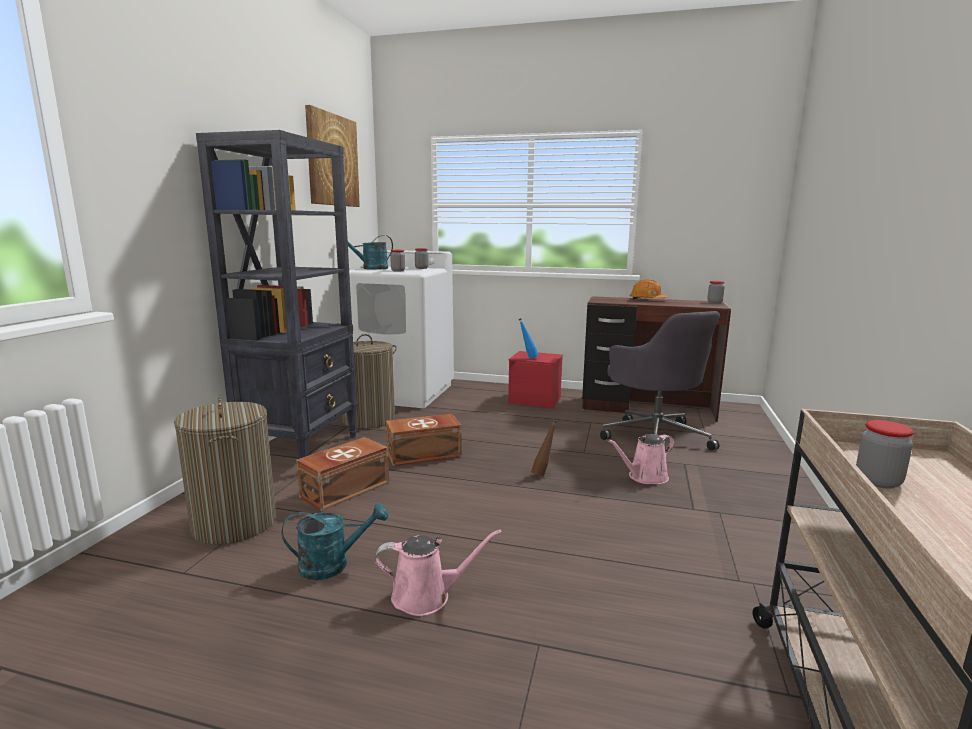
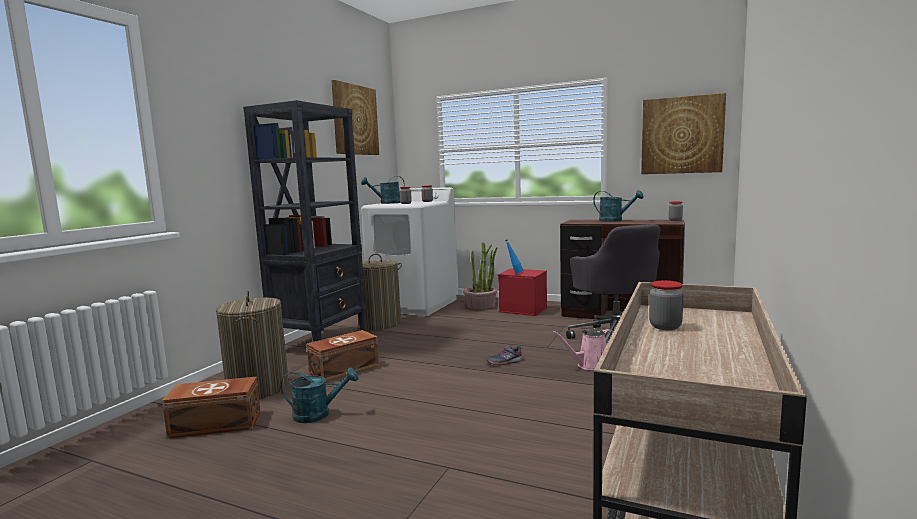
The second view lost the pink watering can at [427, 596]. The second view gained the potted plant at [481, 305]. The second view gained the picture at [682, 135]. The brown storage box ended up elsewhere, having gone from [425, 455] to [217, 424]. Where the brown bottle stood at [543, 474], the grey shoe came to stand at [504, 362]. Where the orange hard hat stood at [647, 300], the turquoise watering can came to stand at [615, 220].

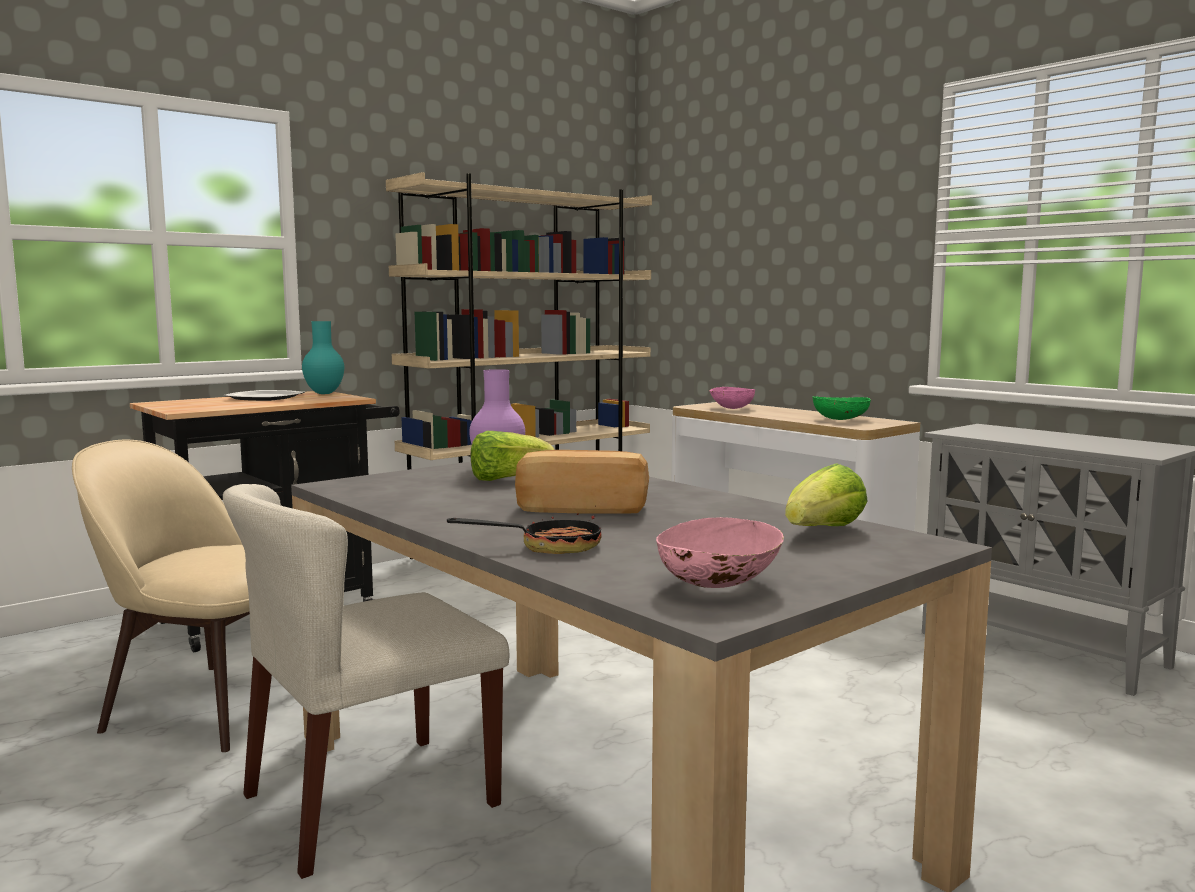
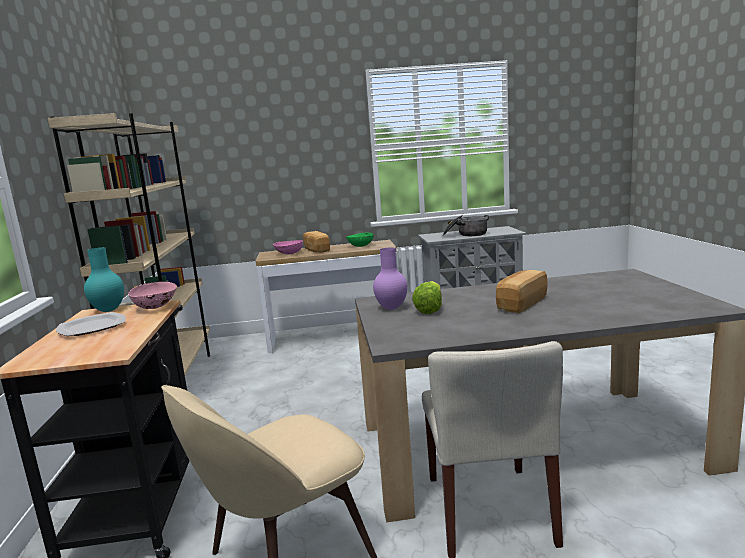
The second view lost the frying pan at [548, 547]. The second view lost the lettuce at [824, 531]. The second view gained the bread at [316, 250]. The second view gained the cooking pot at [465, 234]. The pink bowl ended up elsewhere, having gone from [718, 585] to [156, 307].

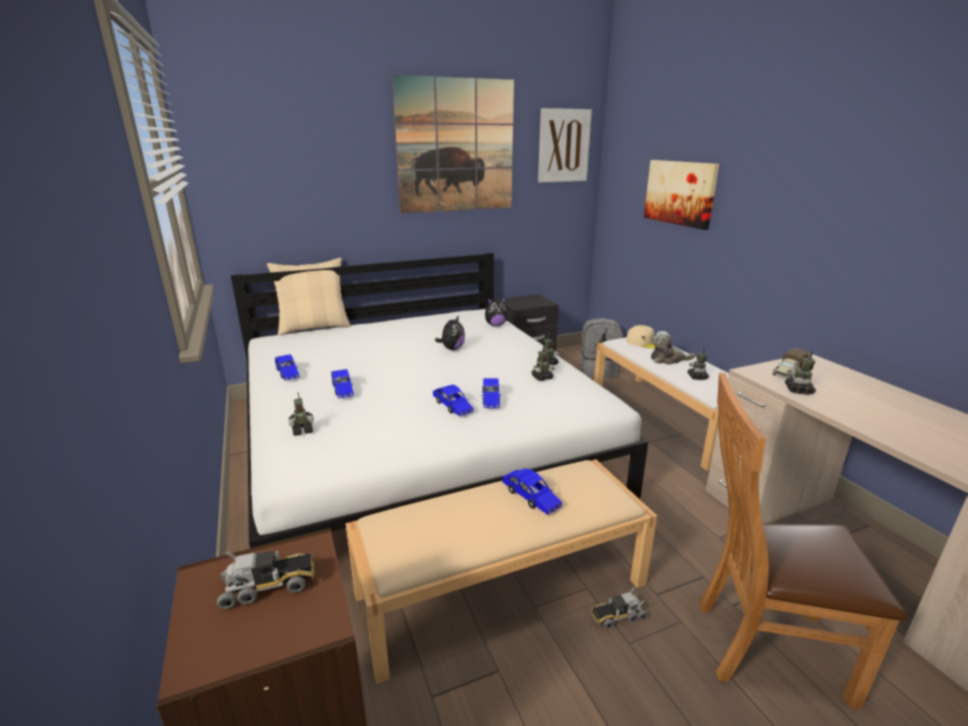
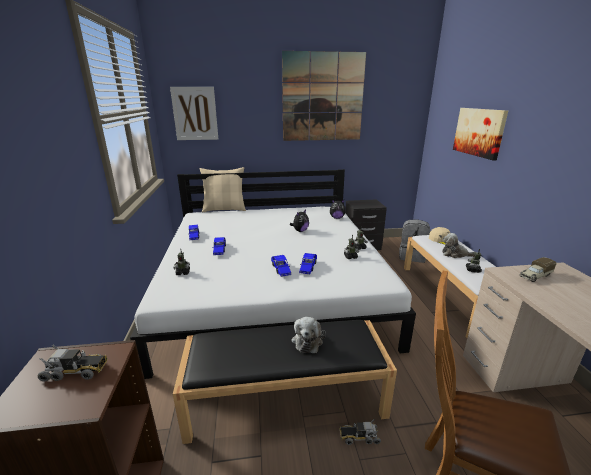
The second view lost the toy robot at [798, 390]. The picture ended up elsewhere, having gone from [564, 146] to [195, 114]. Where the blue toy car stood at [531, 497], the plush toy came to stand at [307, 340]. What was the beige bench at [502, 587] turned into the black bench at [286, 397].

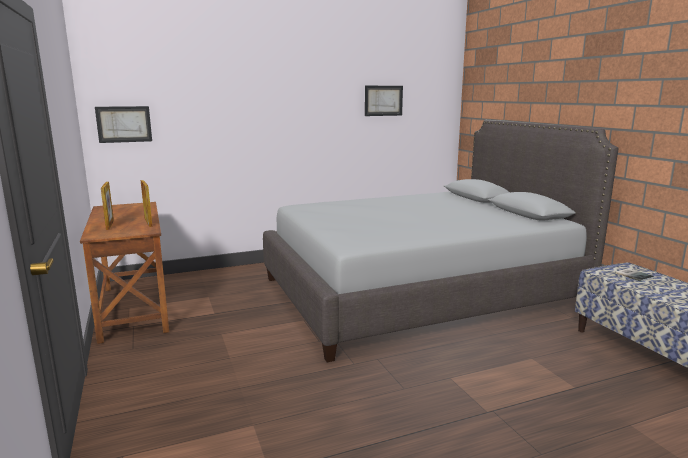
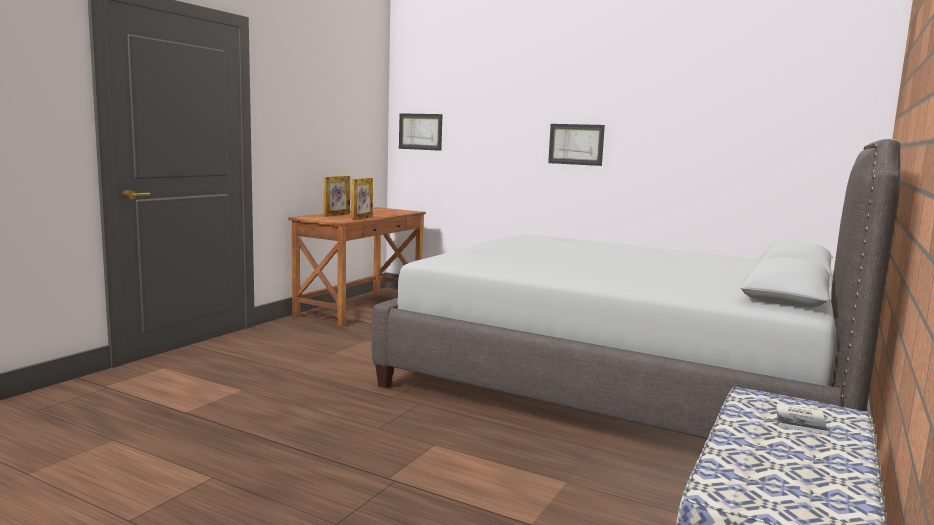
The picture ended up elsewhere, having gone from [383, 100] to [576, 144].

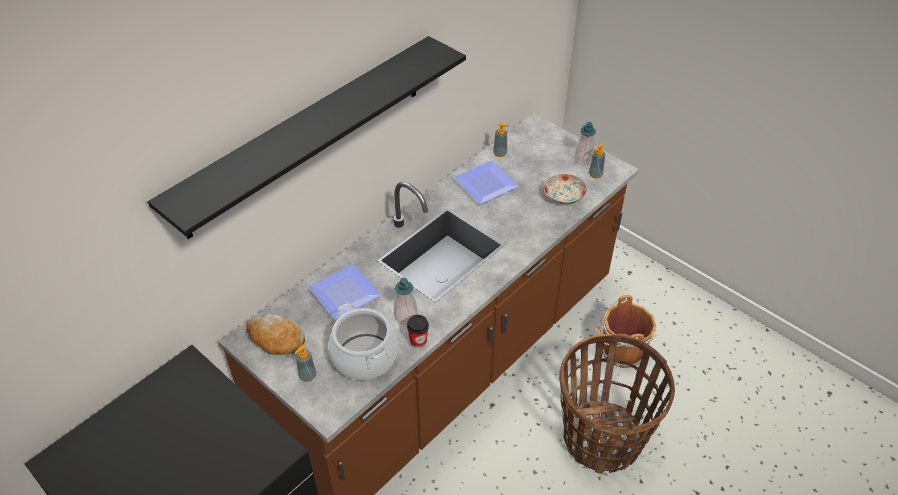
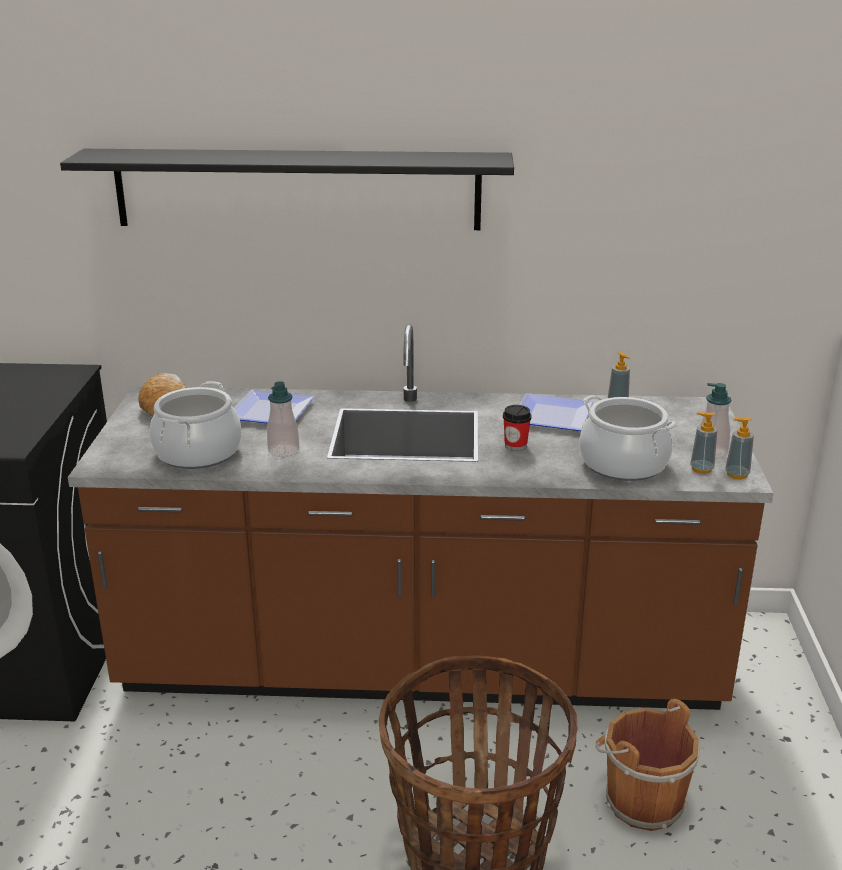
The soap dispenser ended up elsewhere, having gone from [307, 375] to [736, 474]. The cup ended up elsewhere, having gone from [418, 341] to [515, 446]. Where the plate stood at [564, 196], the cooking pot came to stand at [623, 464].

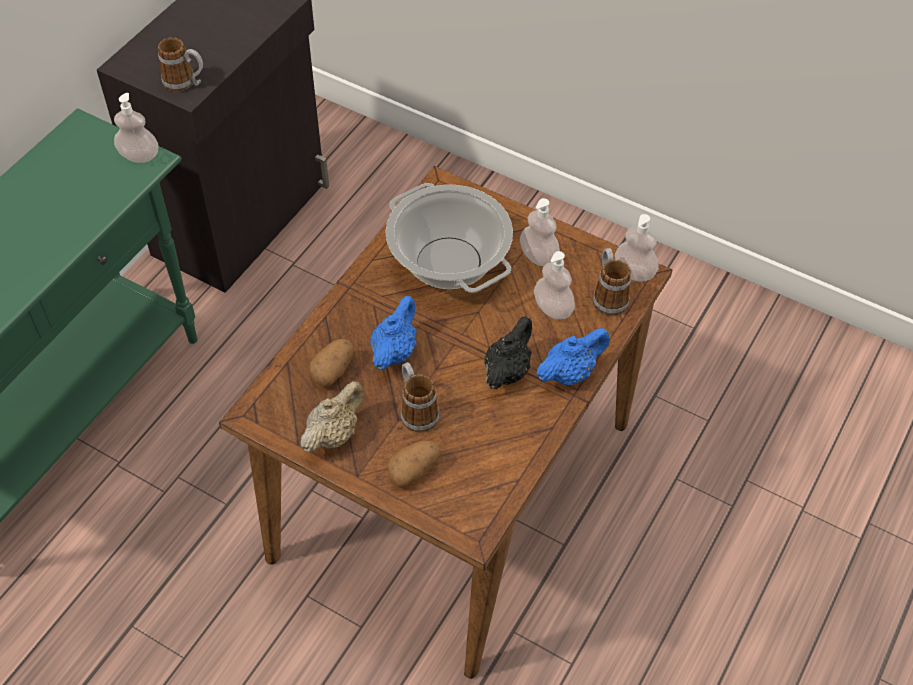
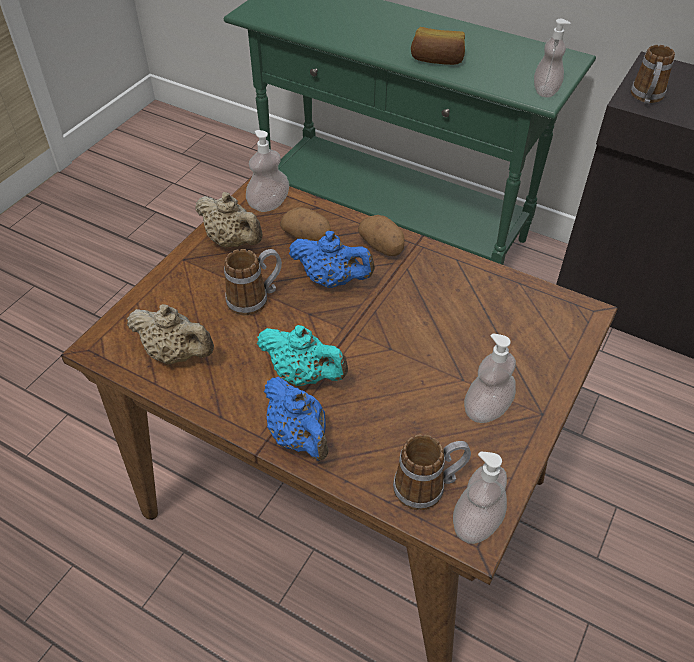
The second view lost the cooking pot at [449, 263]. The second view gained the beige teapot at [176, 354]. The second view gained the bread at [437, 60]. The potato ended up elsewhere, having gone from [414, 470] to [383, 247]. The soap dispenser ended up elsewhere, having gone from [553, 308] to [269, 204]. What was the black teapot at [507, 371] turned into the turquoise teapot at [304, 375].

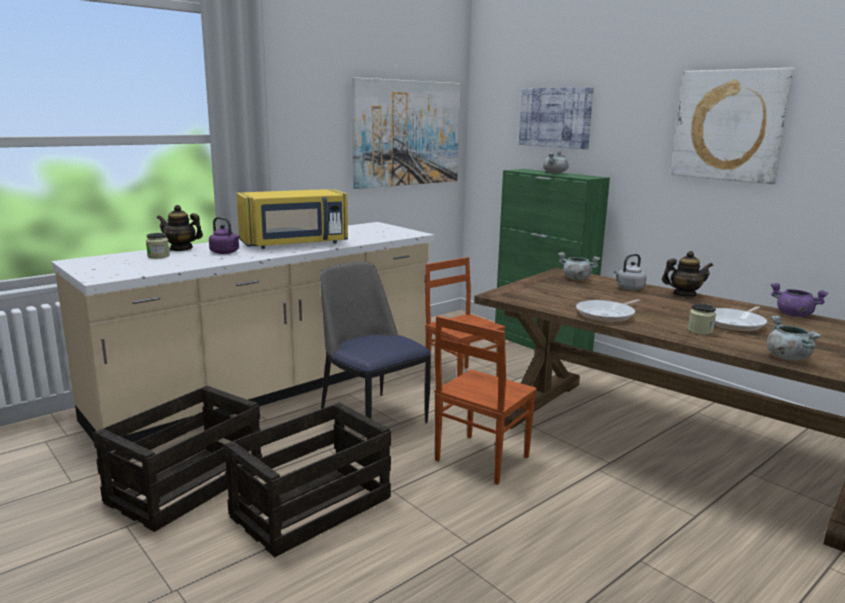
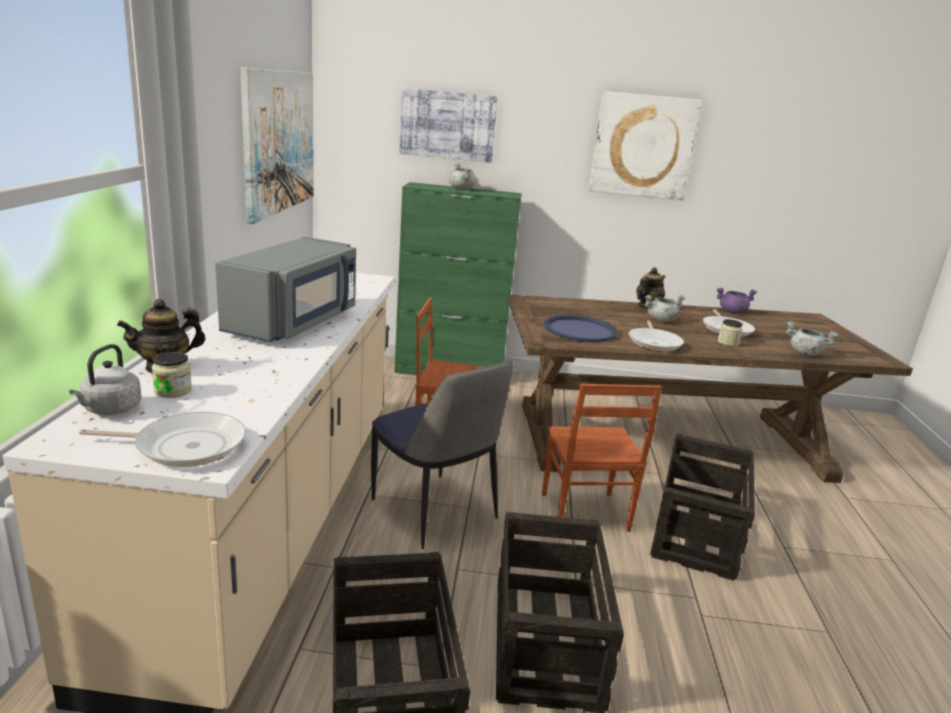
The second view lost the purple kettle at [226, 252]. The second view gained the frying pan at [185, 446]. The second view gained the blue tray at [580, 330]. The second view gained the crate at [696, 533]. The grey cooking pot ended up elsewhere, having gone from [576, 278] to [661, 320]. The grey kettle ended up elsewhere, having gone from [629, 288] to [110, 410]. What was the yellow microwave at [295, 244] turned into the grey microwave at [295, 322]. The chair at [372, 417] ended up facing another way, 135 degrees counterclockwise from before.

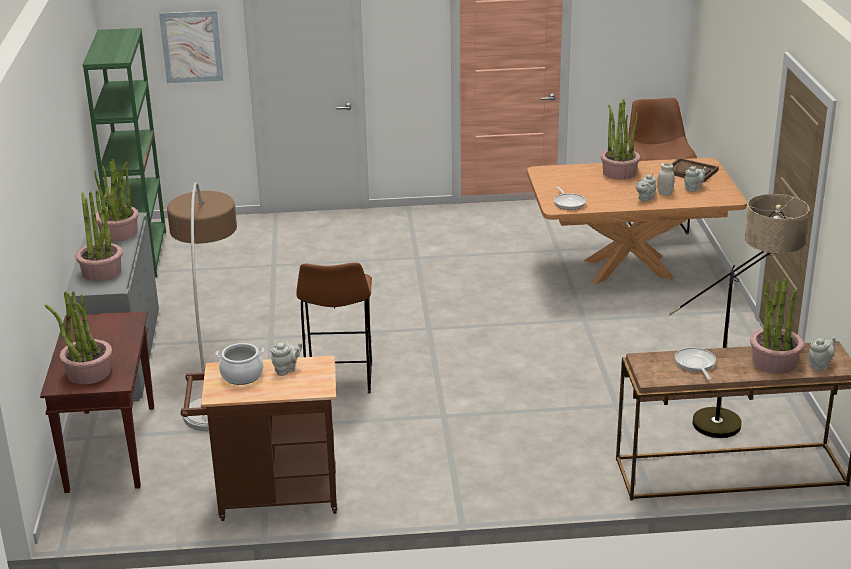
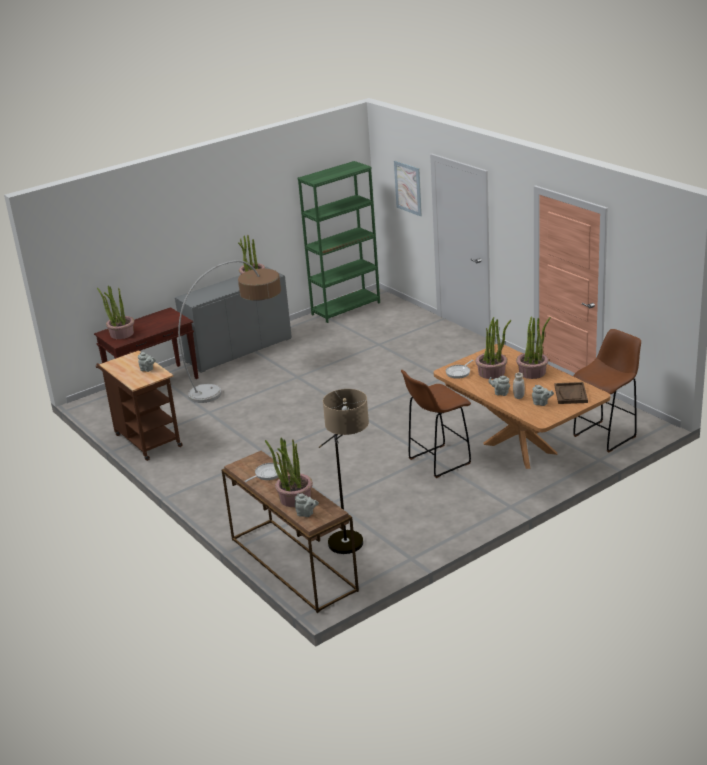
The second view lost the cooking pot at [242, 376]. The potted plant ended up elsewhere, having gone from [102, 272] to [491, 372]. The brown stool ended up elsewhere, having gone from [339, 379] to [437, 462].

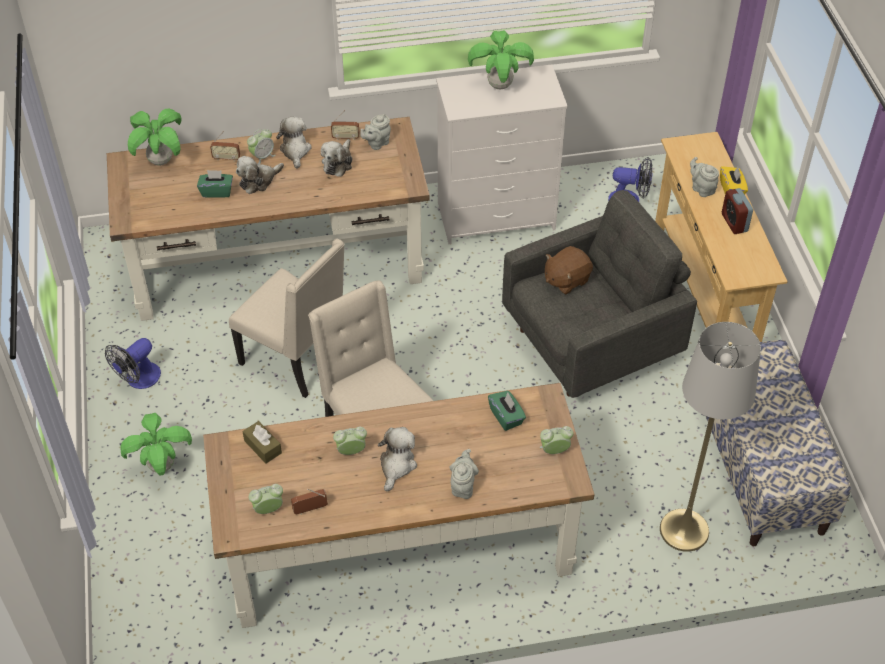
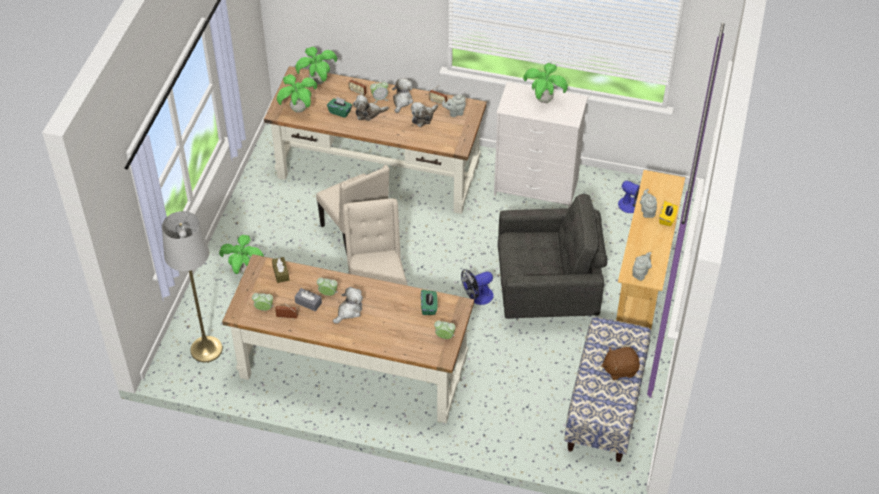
The second view lost the alarm clock at [734, 223]. The second view gained the potted plant at [299, 109]. The second view gained the grey tissue box at [308, 303]. The fan ended up elsewhere, having gone from [138, 379] to [477, 297]. The grey teapot ended up elsewhere, having gone from [463, 486] to [640, 273]. The brown plush toy ended up elsewhere, having gone from [566, 280] to [620, 369]. The grey floor lamp ended up elsewhere, having gone from [684, 530] to [206, 349].

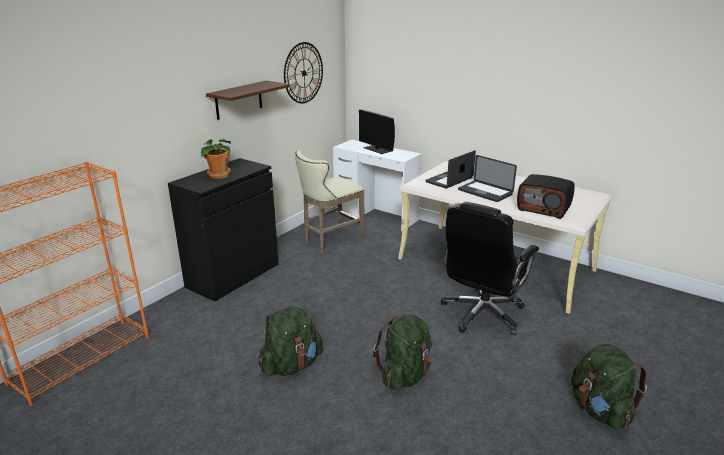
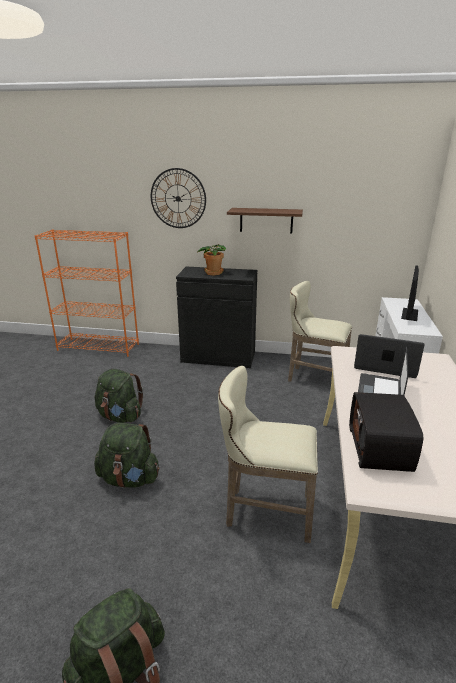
The wall clock ended up elsewhere, having gone from [303, 73] to [178, 198]. Where the black office chair stood at [482, 314], the beige stool came to stand at [264, 511].

